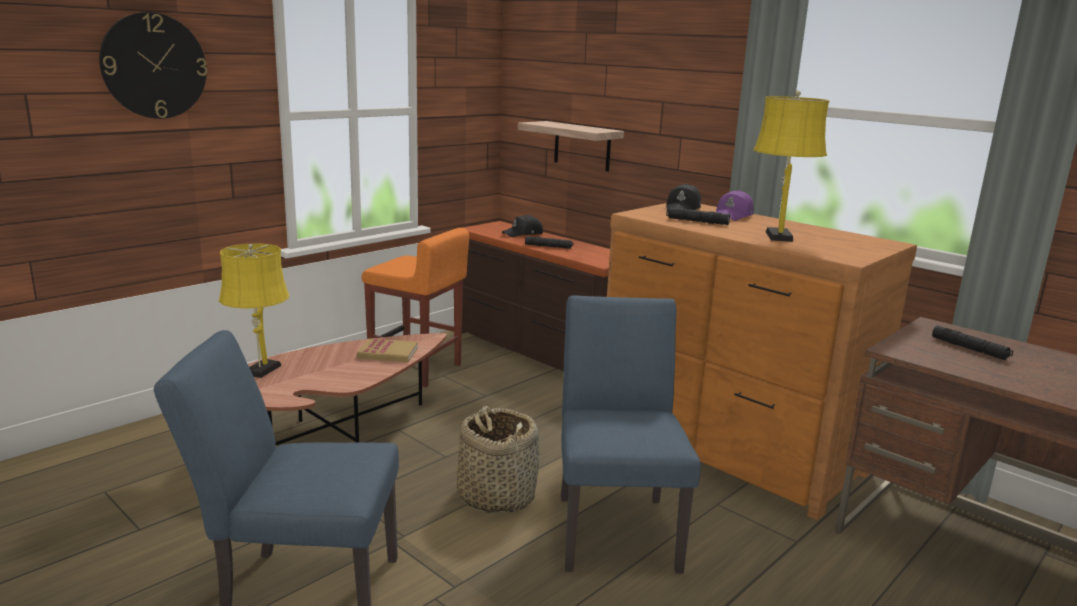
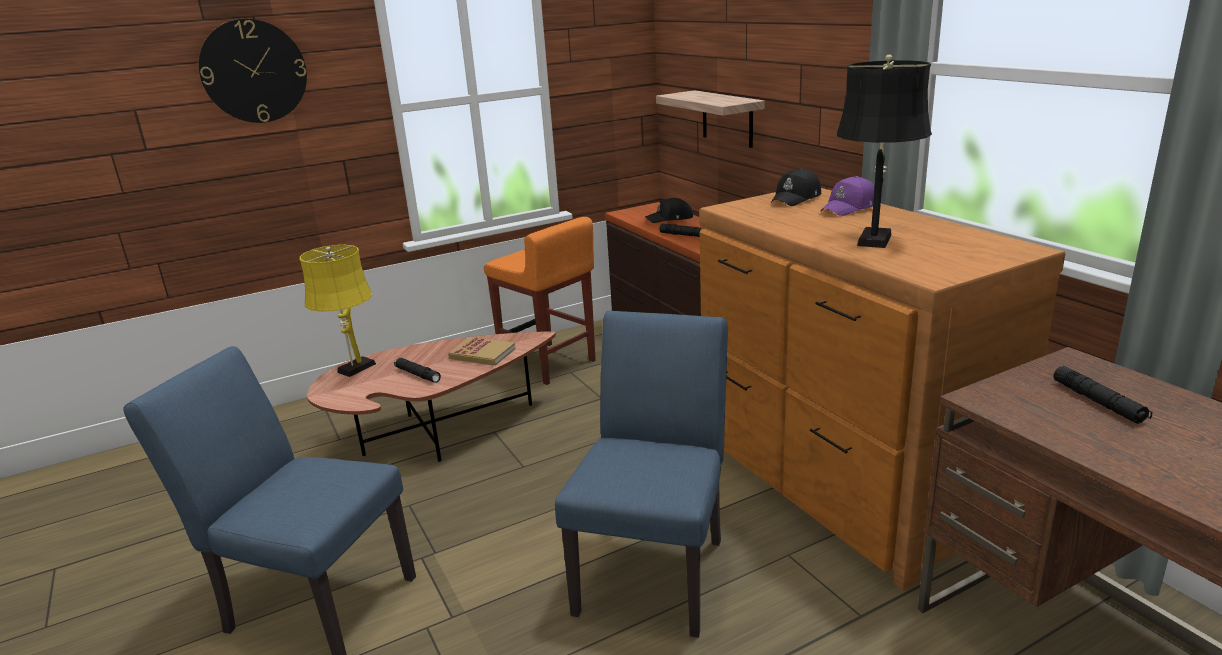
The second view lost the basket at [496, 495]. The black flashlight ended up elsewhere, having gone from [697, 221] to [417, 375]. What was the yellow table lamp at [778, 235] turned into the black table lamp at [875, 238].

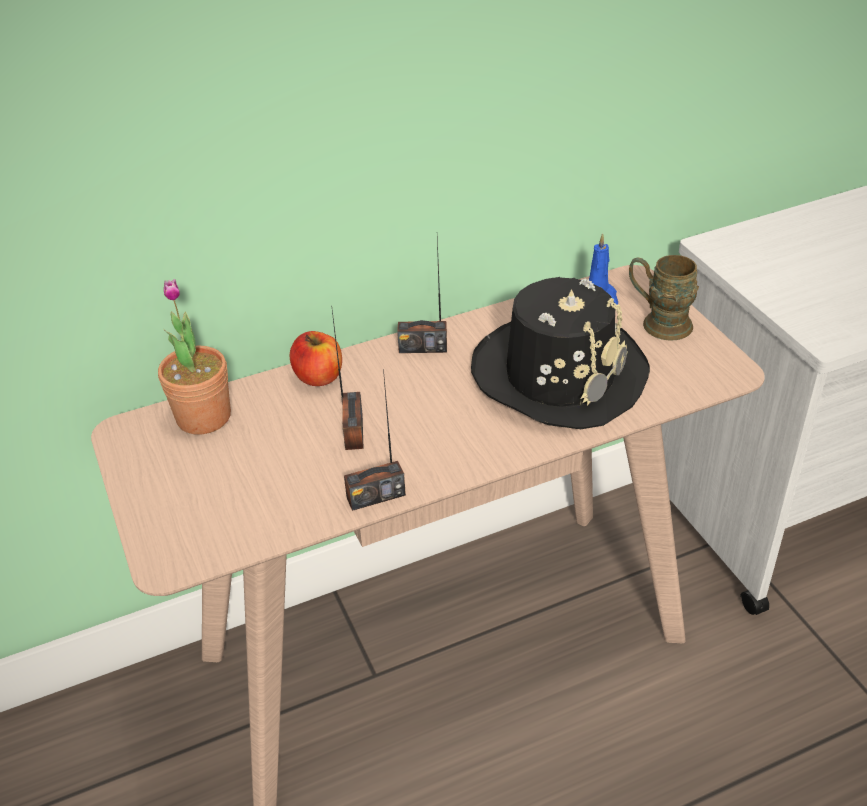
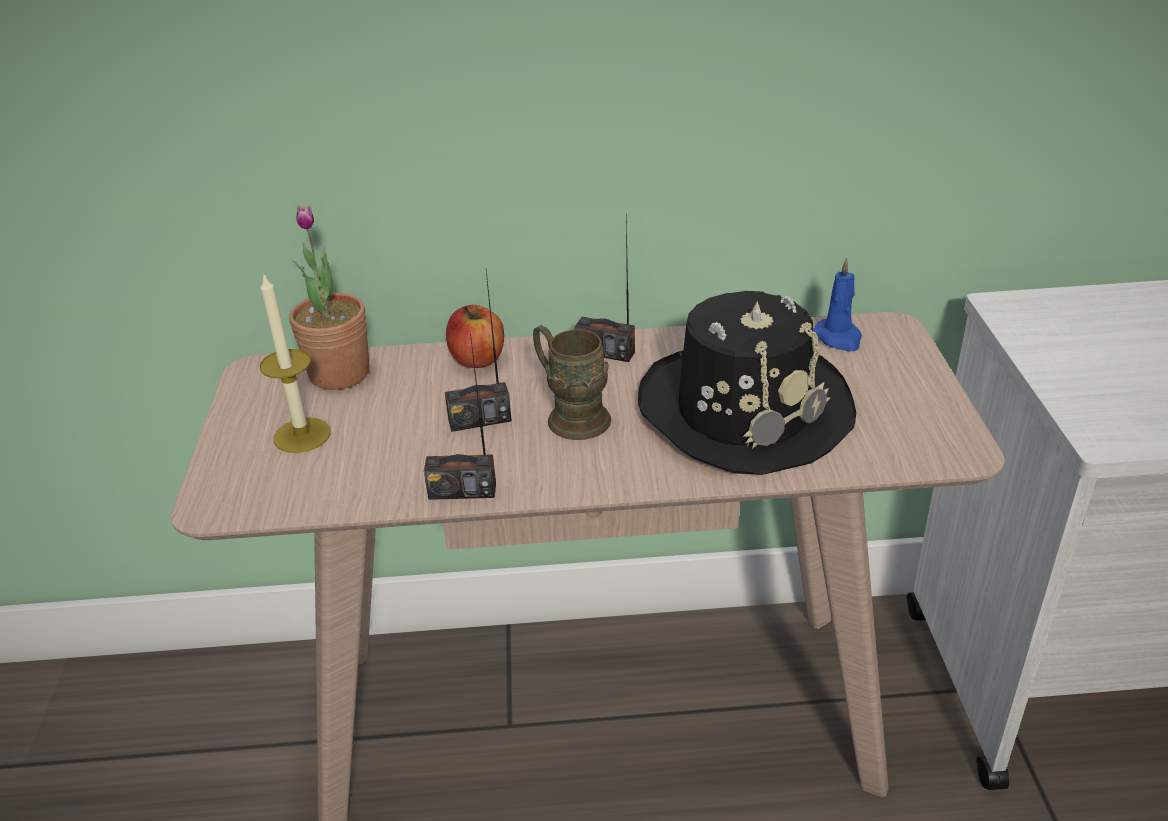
The second view gained the candle at [302, 435]. The brown mug ended up elsewhere, having gone from [658, 323] to [570, 415]. The radio at [353, 431] ended up facing another way, 60 degrees clockwise from before.

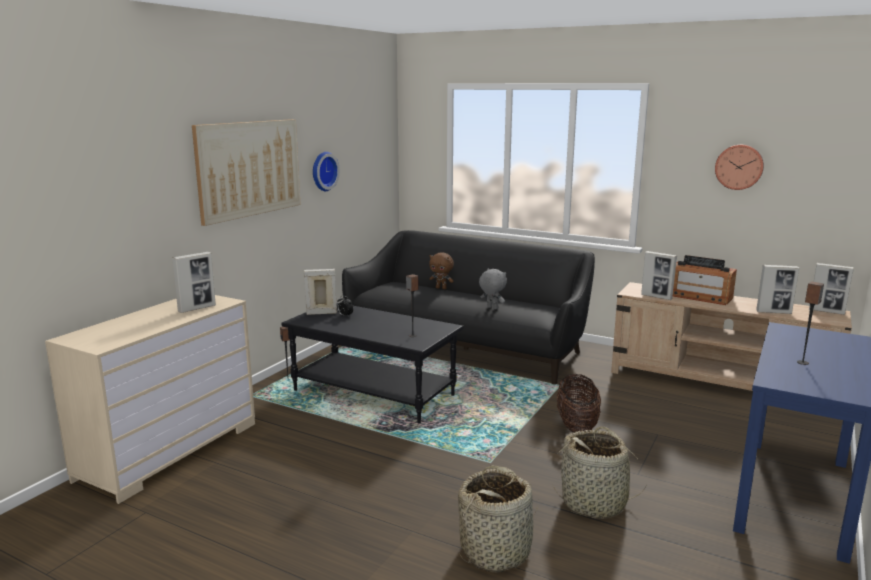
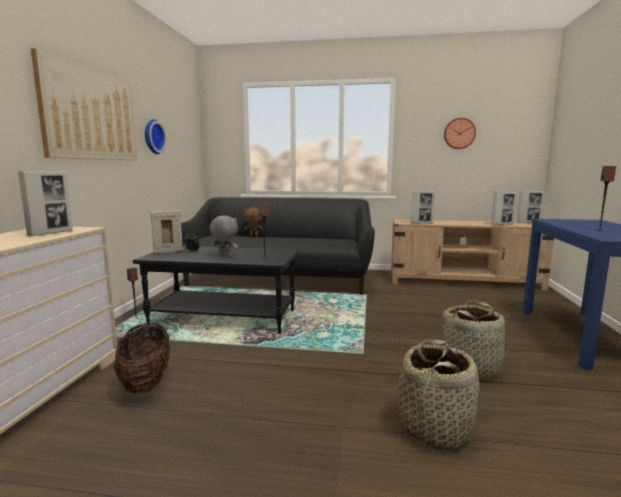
The second view lost the radio at [700, 297]. The grey plush toy ended up elsewhere, having gone from [491, 308] to [224, 256]. The basket ended up elsewhere, having gone from [576, 426] to [146, 382].

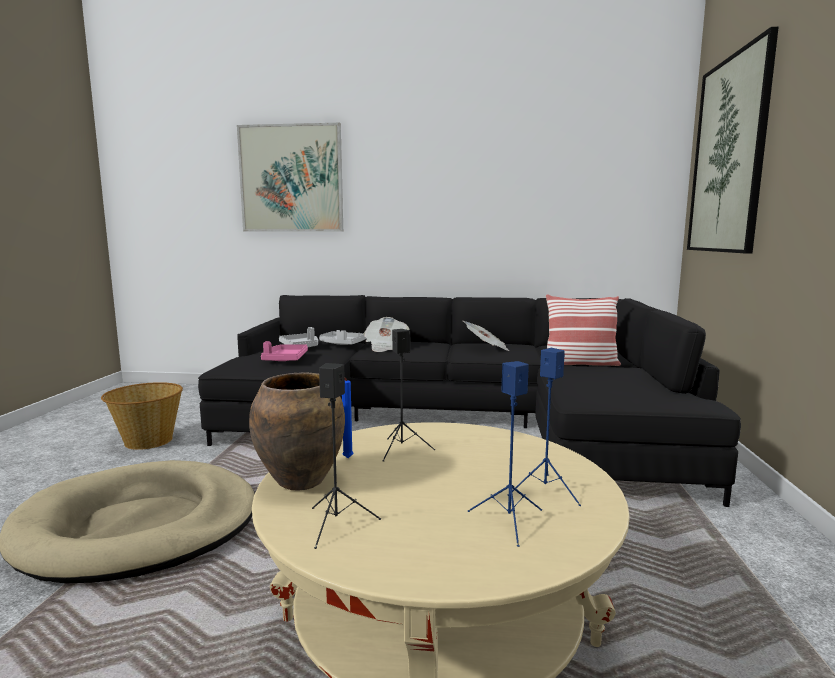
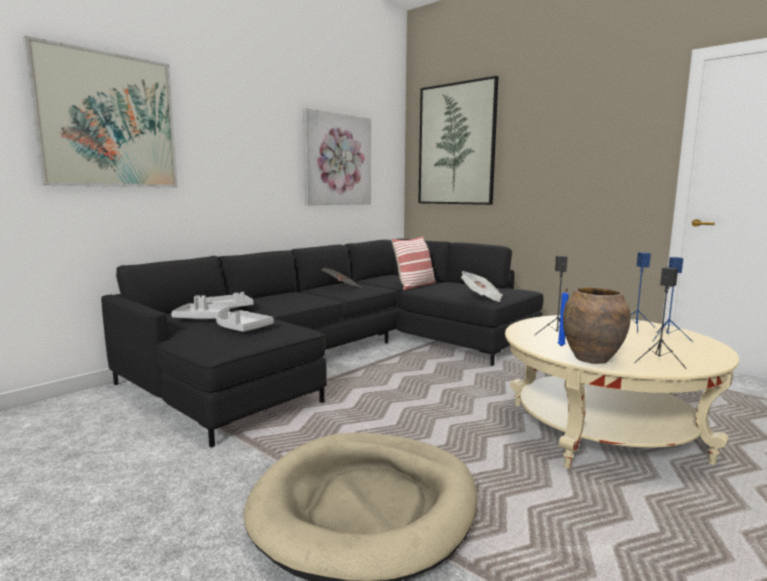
The second view lost the basket at [147, 441]. The second view gained the picture at [337, 160]. The newspaper ended up elsewhere, having gone from [385, 347] to [481, 298]. What was the pink tray at [285, 359] turned into the grey tray at [242, 328].

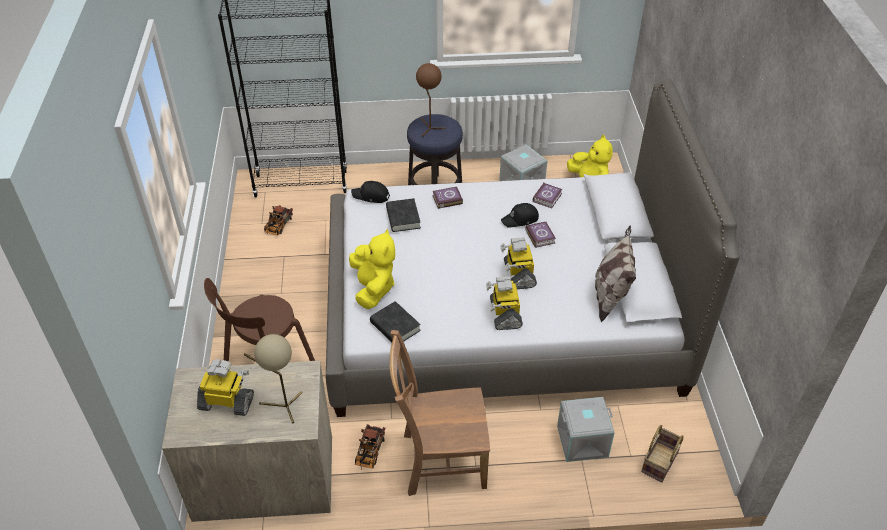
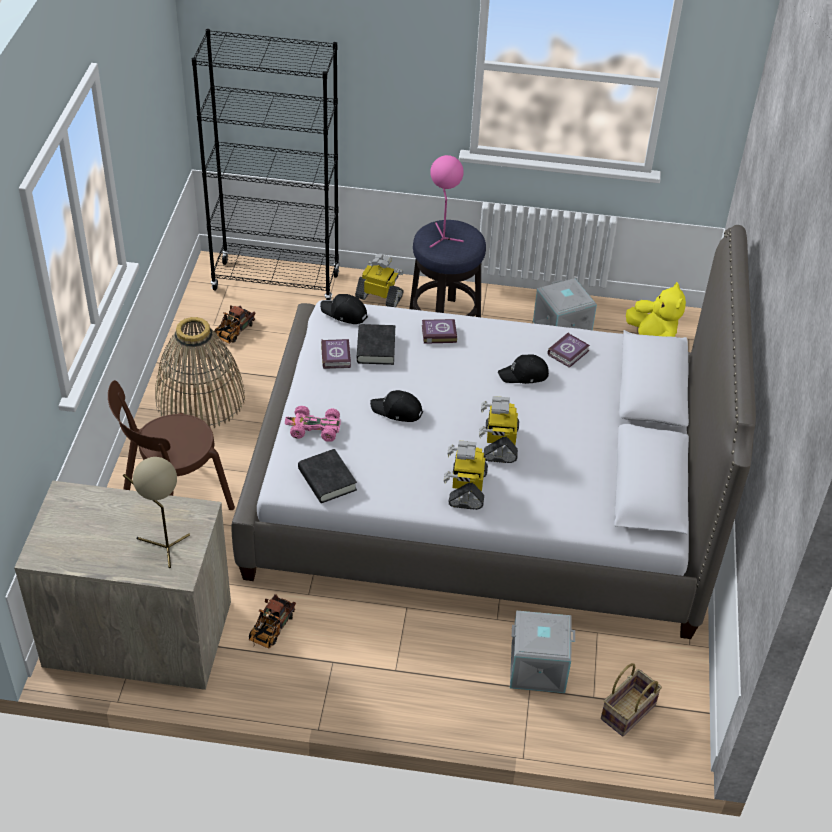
The second view lost the brown chair at [439, 460]. The second view lost the pillow at [610, 296]. The second view gained the basket at [200, 398]. The second view gained the black cap at [397, 411]. The toy robot ended up elsewhere, having gone from [227, 402] to [380, 297]. The book ended up elsewhere, having gone from [540, 236] to [336, 356]. Where the yellow plush toy stood at [373, 288], the pink toy car came to stand at [314, 428]. What was the brown table lamp at [428, 127] turned into the pink table lamp at [442, 236].

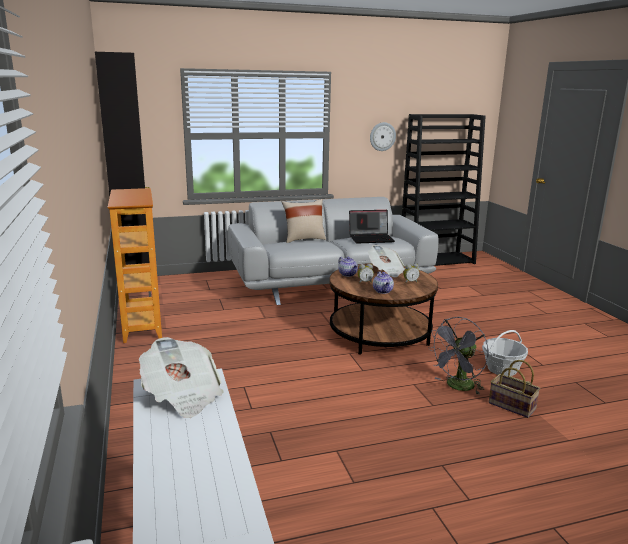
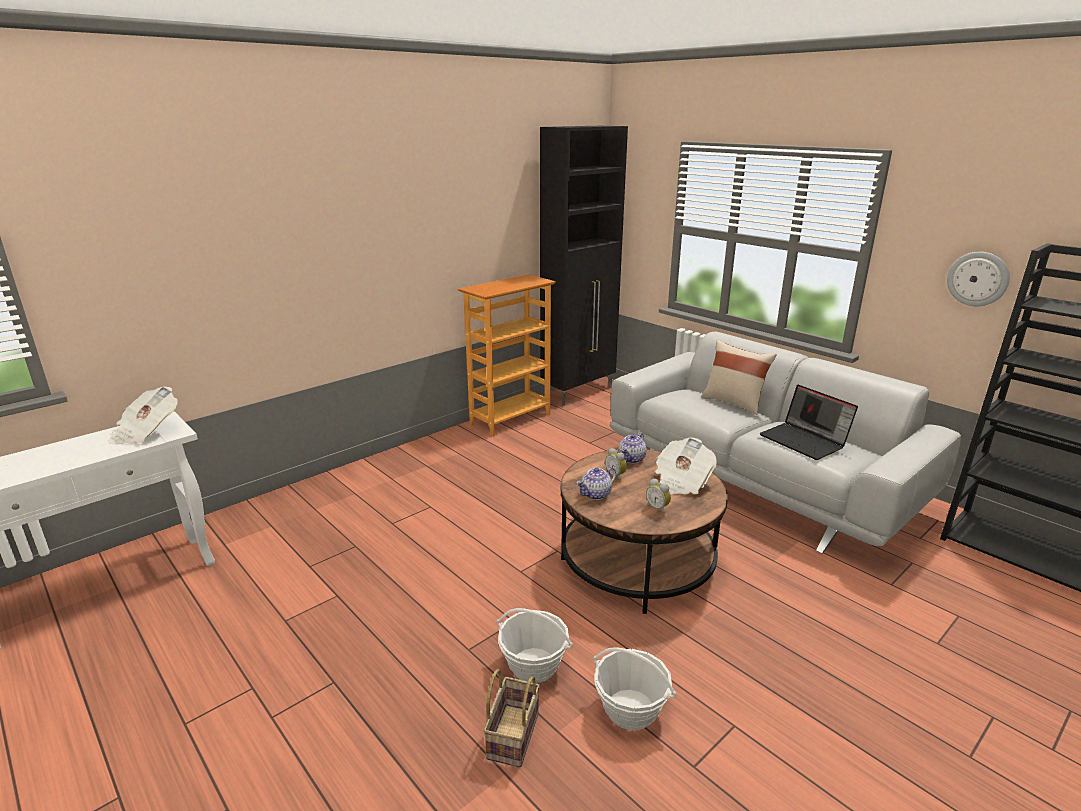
Where the grey fan stood at [457, 387], the basket came to stand at [533, 665].

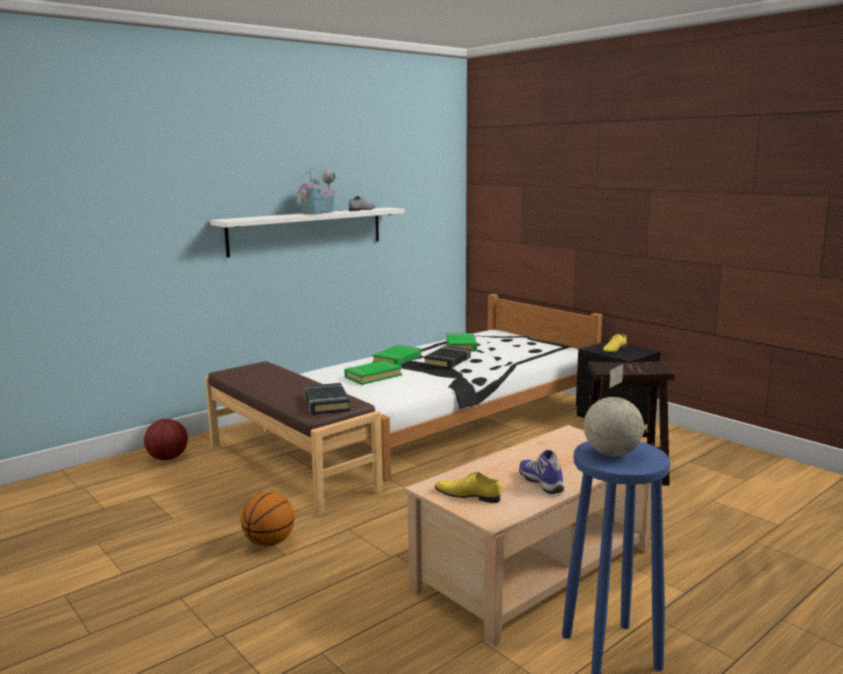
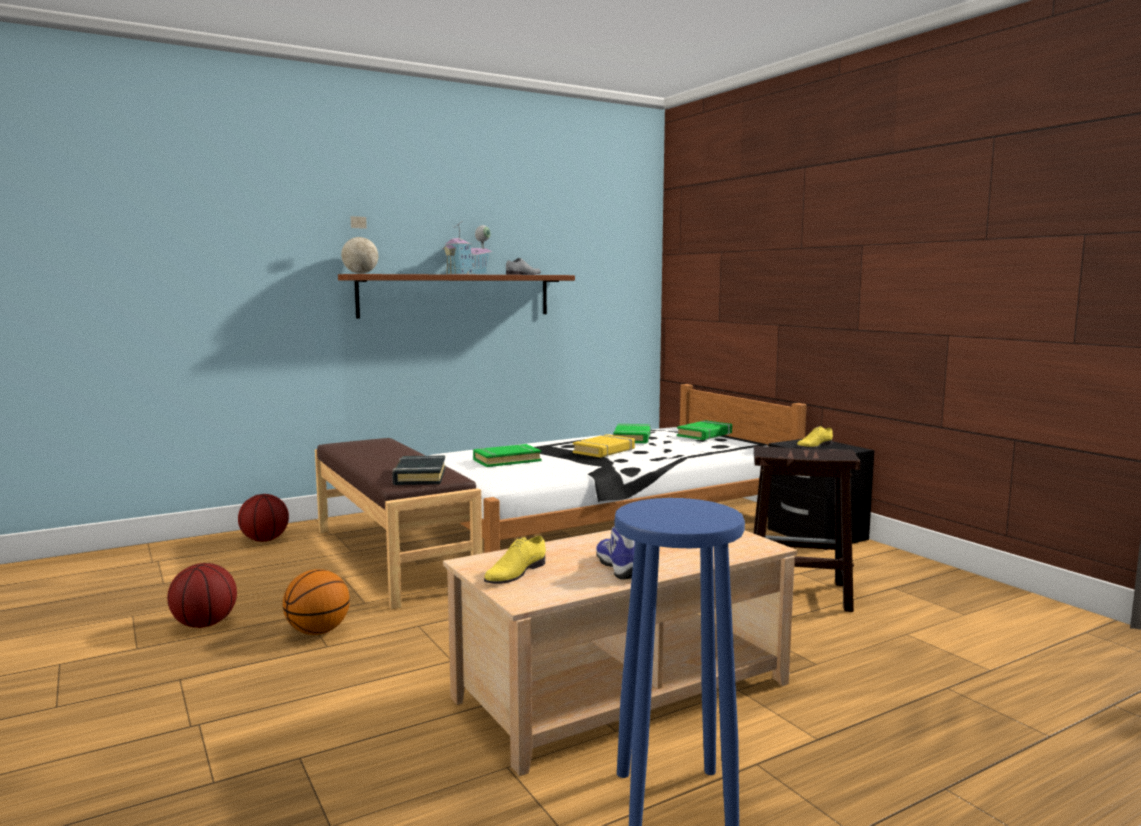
The second view gained the basketball at [205, 624]. The green book ended up elsewhere, having gone from [397, 360] to [705, 435]. The globe ended up elsewhere, having gone from [611, 453] to [360, 273]. What was the white shelf at [307, 231] turned into the brown shelf at [456, 295]. What was the black book at [447, 361] turned into the yellow book at [604, 451]. The yellow shoe at [468, 494] ended up facing another way, 90 degrees counterclockwise from before.

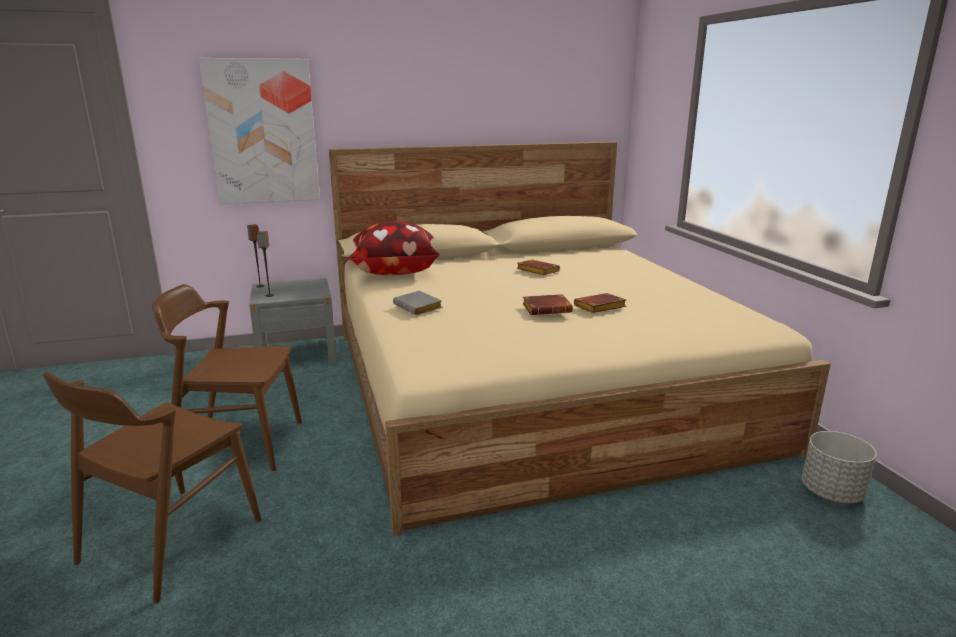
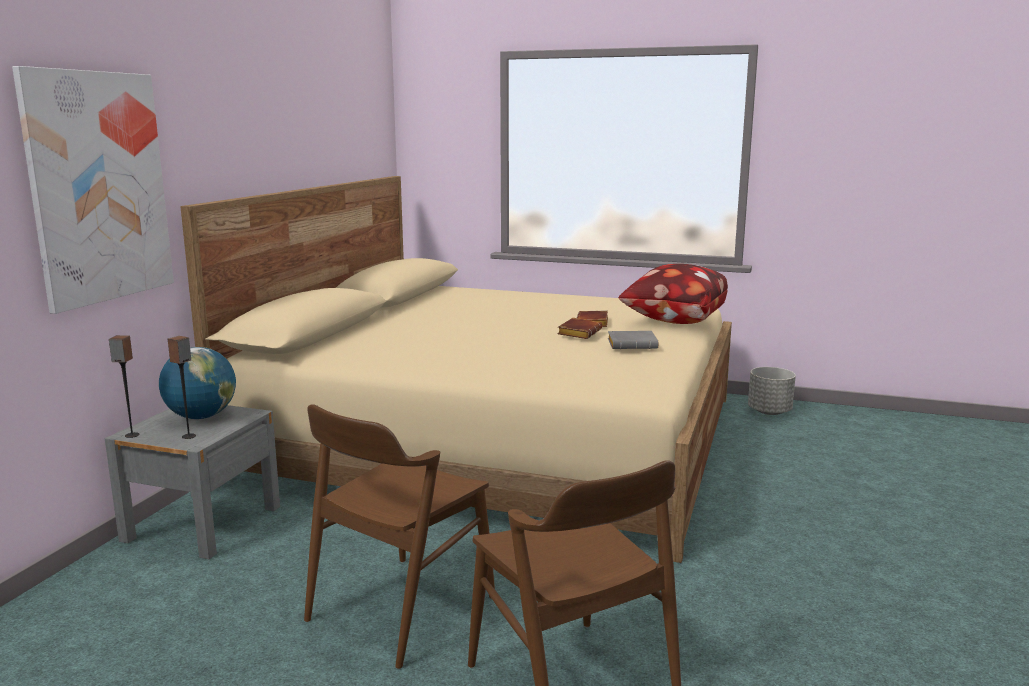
The second view lost the brown book at [536, 271]. The second view gained the globe at [201, 417]. The pillow ended up elsewhere, having gone from [394, 271] to [673, 321]. The grey book ended up elsewhere, having gone from [419, 307] to [633, 345].

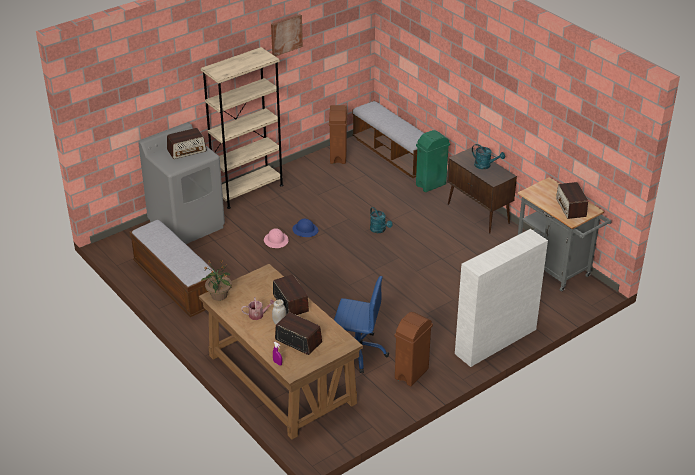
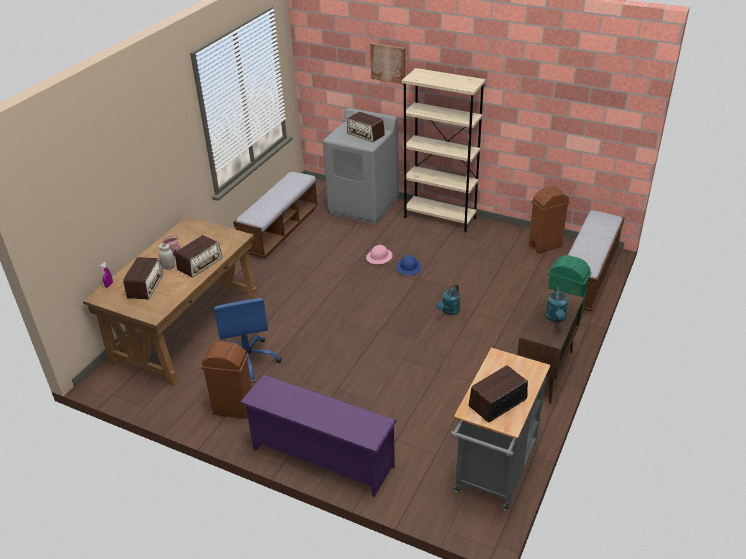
The second view lost the potted plant at [219, 296]. The picture ended up elsewhere, having gone from [286, 35] to [388, 63]. Where the white bookcase stood at [495, 342], the purple shoe rack came to stand at [321, 458].

